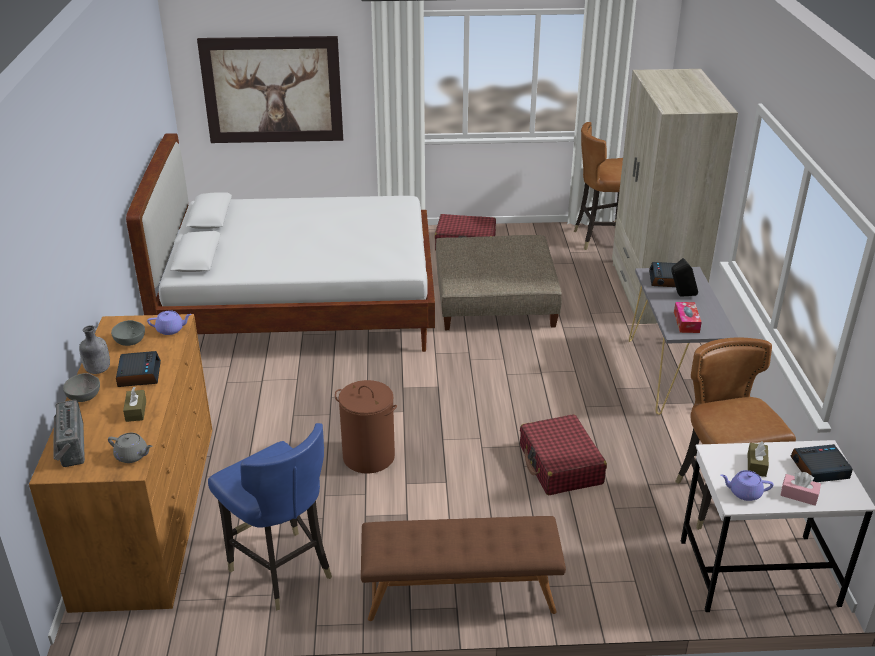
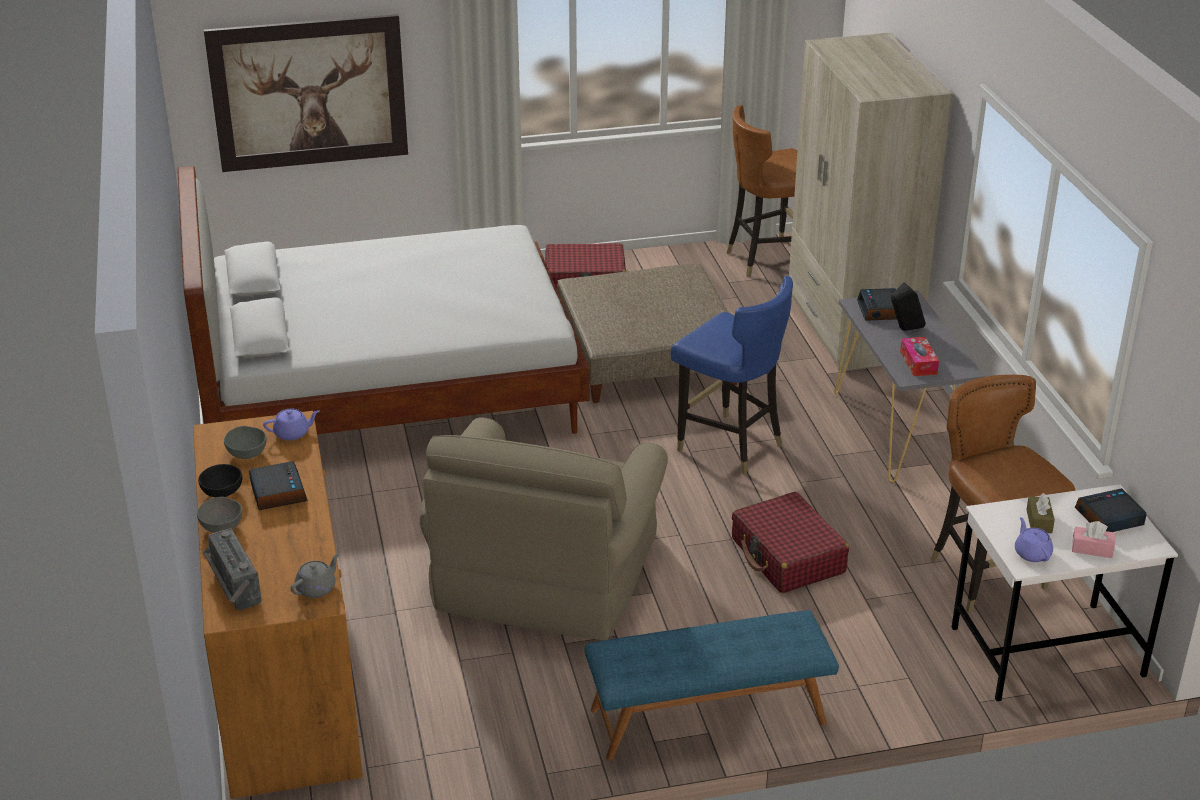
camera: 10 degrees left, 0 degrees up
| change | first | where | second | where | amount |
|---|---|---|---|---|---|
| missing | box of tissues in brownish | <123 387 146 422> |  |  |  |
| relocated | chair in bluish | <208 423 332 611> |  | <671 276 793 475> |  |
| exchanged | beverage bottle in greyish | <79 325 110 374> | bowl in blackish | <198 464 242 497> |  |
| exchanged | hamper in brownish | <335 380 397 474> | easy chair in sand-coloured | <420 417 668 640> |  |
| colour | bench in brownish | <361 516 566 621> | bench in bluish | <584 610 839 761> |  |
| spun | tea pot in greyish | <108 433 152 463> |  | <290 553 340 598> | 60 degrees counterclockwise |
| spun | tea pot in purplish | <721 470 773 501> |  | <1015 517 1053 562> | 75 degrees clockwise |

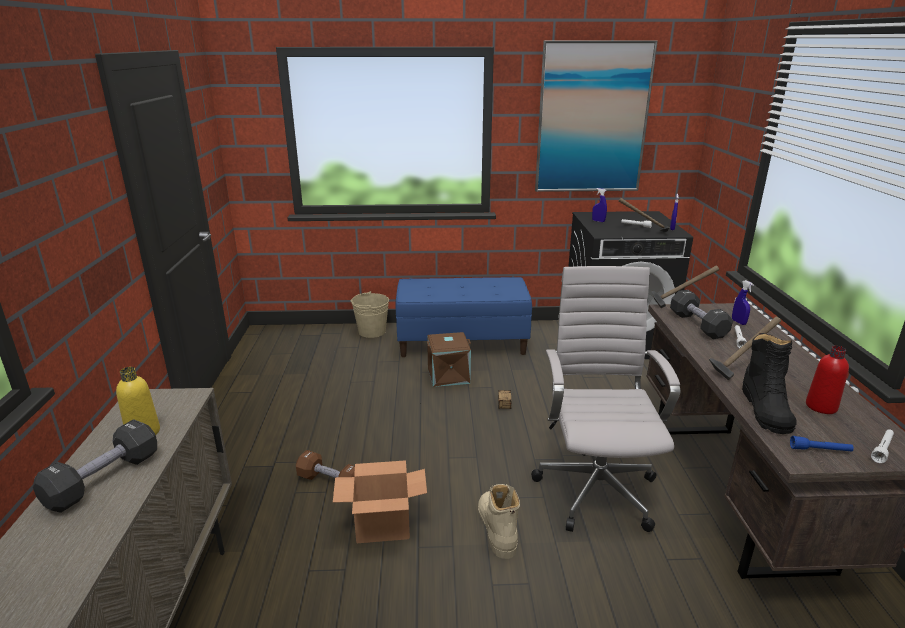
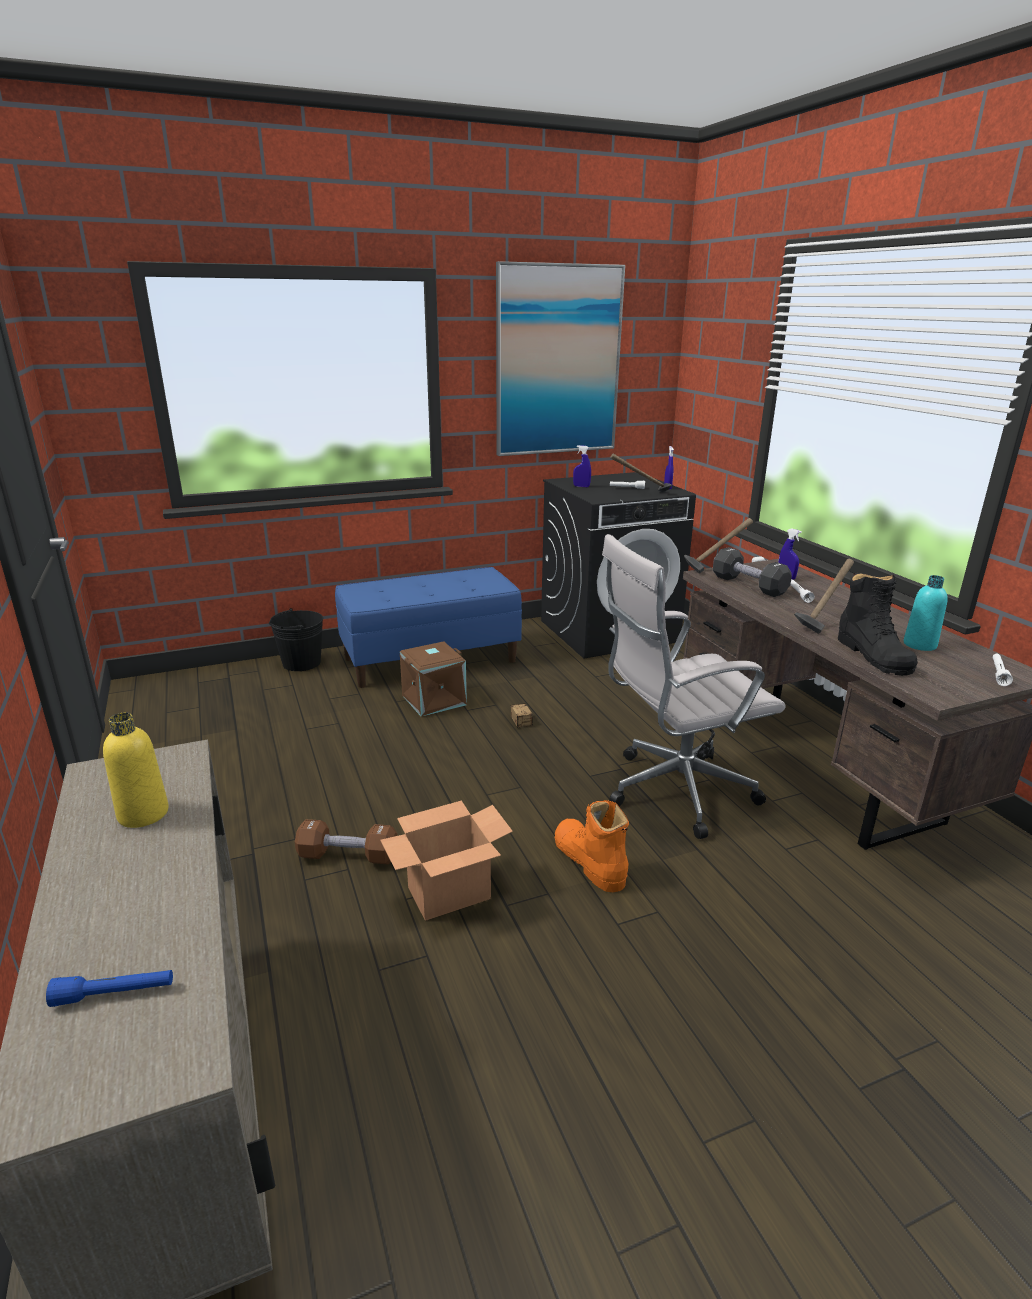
camera: 20 degrees left, 0 degrees up
| change | first | where | second | where | amount |
|---|---|---|---|---|---|
| missing | dumbbell in blackish | <33 419 157 513> |  |  |  |
| relocated | hand torch in bluish | <790 436 854 452> |  | <46 970 173 1007> |  |
| colour | bucket in sand-coloured | <350 291 389 338> | bucket in blackish | <269 608 323 671> |  |
| colour | tall boot in sand-coloured | <478 484 520 559> | tall boot in orange-coloured | <554 800 629 892> |  |
| colour | beverage bottle in red-coloured | <806 346 849 414> | beverage bottle in turquoise | <904 575 948 651> |  |
| spun | computer chair in white-coloured | <531 266 680 532> |  | <602 534 786 839> | 90 degrees counterclockwise |

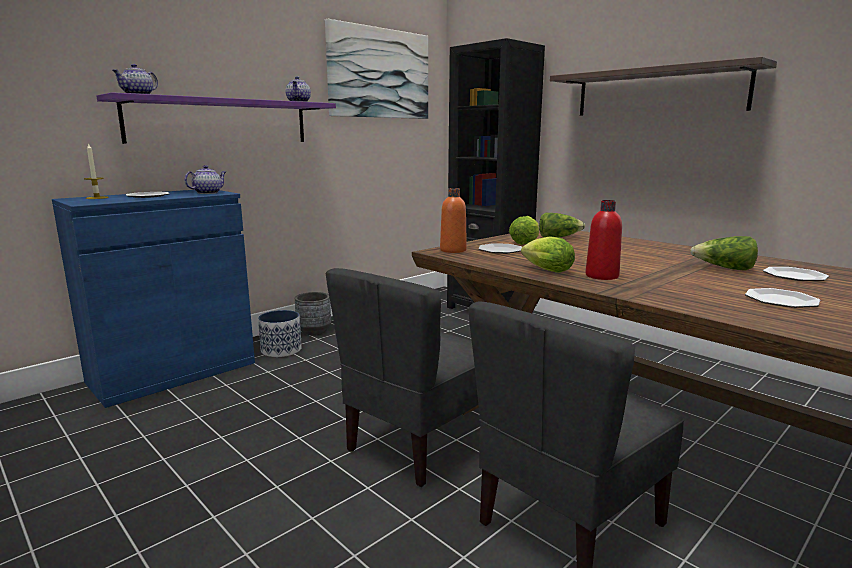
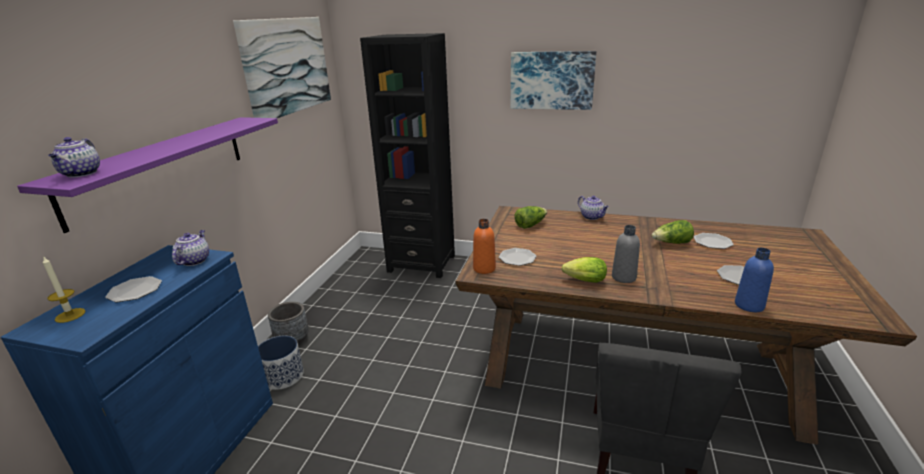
camera: 30 degrees left, 10 degrees up
| change | first | where | second | where | amount |
|---|---|---|---|---|---|
| missing | chair in greyish | <326 268 478 487> |  |  |  |
| missing | lettuce | <509 216 539 245> |  |  |  |
| appeared |  |  | beverage bottle in bluish | <735 248 774 312> |  |
| relocated | tea pot | <285 76 311 102> |  | <578 196 609 220> |  |
| exchanged | wall shelf | <550 57 777 116> | wall picture | <511 51 596 110> |  |
| colour | beverage bottle in red-coloured | <585 200 622 280> | beverage bottle in greyish | <612 225 640 283> |  |

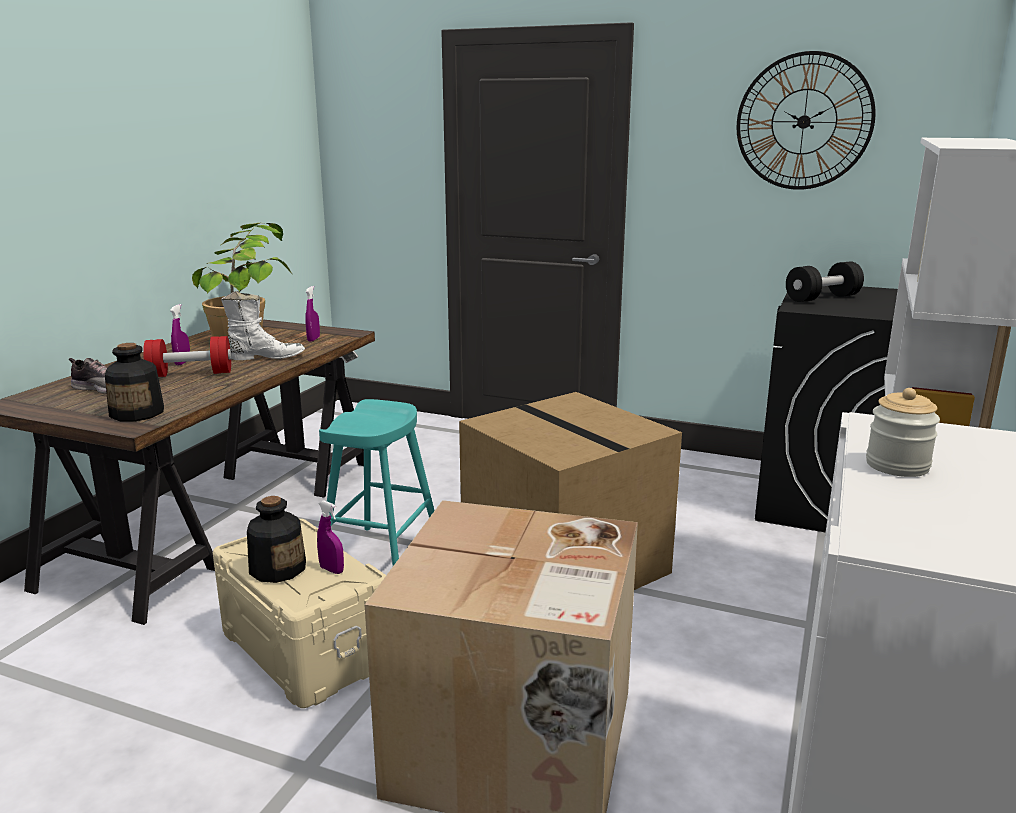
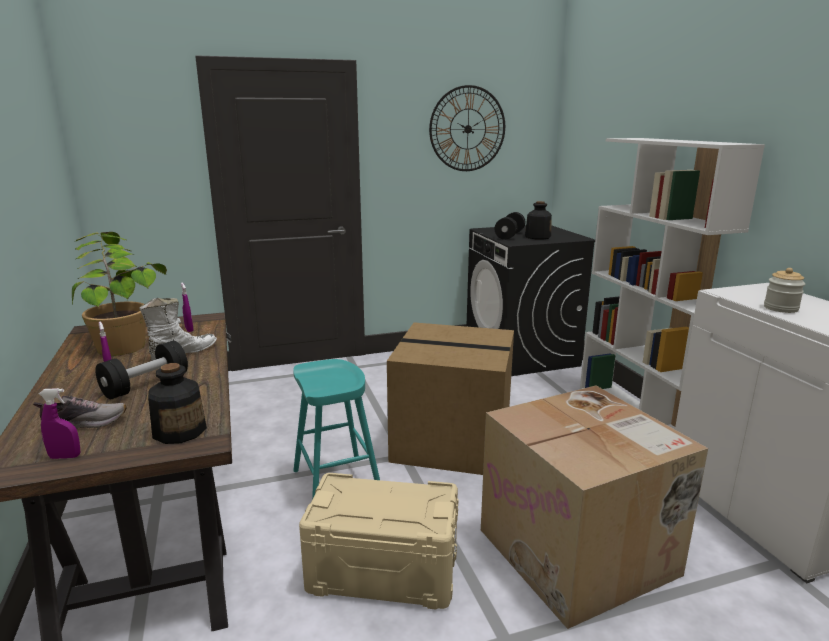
camera: 40 degrees left, 0 degrees up
| change | first | where | second | where | amount |
|---|---|---|---|---|---|
| relocated | beverage bottle | <247 496 306 583> |  | <525 201 552 240> |  |
| relocated | sprayer in purplish | <317 500 344 574> |  | <39 388 80 459> |  |
| colour | dumbbell in red-coloured | <143 336 231 377> | dumbbell in blackish | <95 341 188 399> |  |

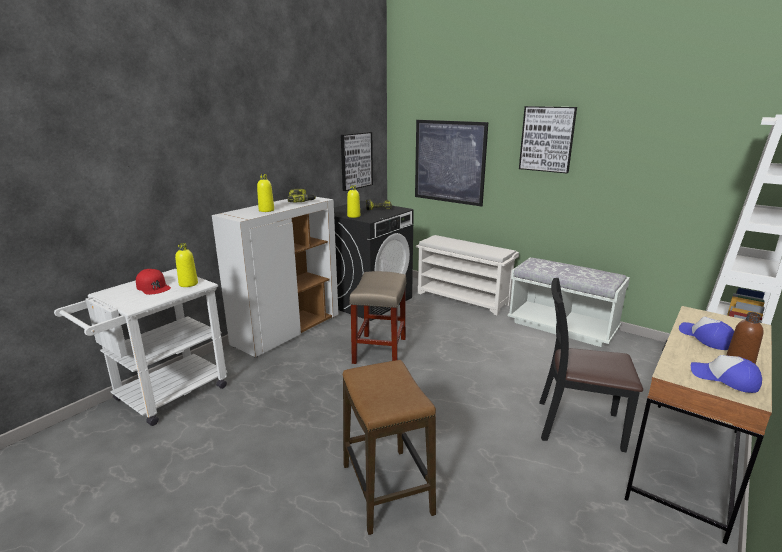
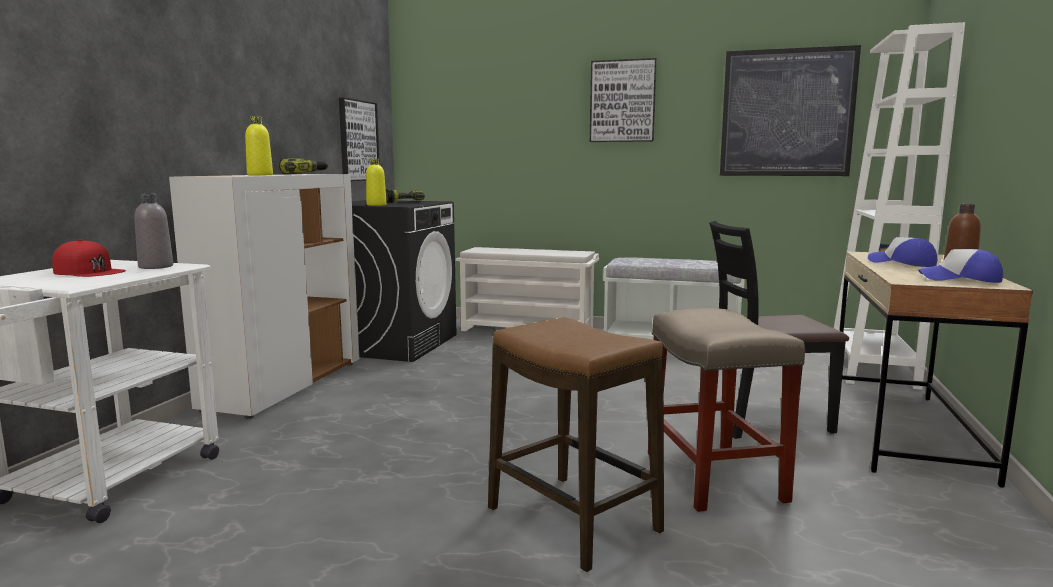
camera: 20 degrees left, 10 degrees down
| change | first | where | second | where | amount |
|---|---|---|---|---|---|
| relocated | stool in sand-coloured | <350 271 407 364> |  | <648 308 805 512> |  |
| relocated | wall picture | <415 120 488 207> |  | <720 45 861 176> |  |
| colour | beverage bottle in yellowish | <175 243 198 287> | beverage bottle in greyish | <134 193 173 269> |  |

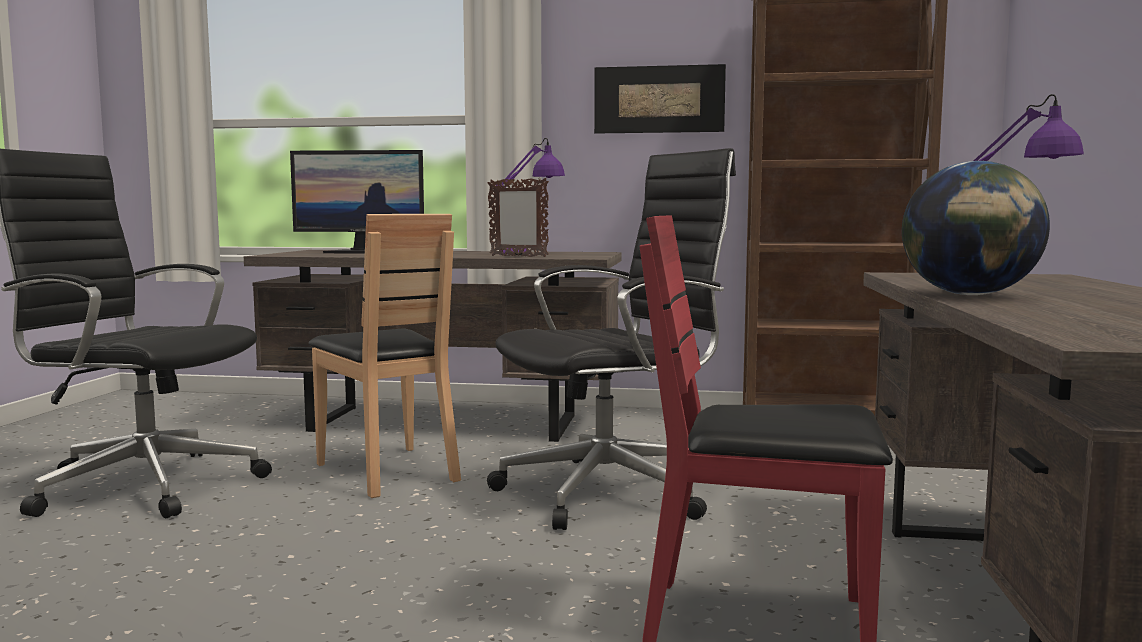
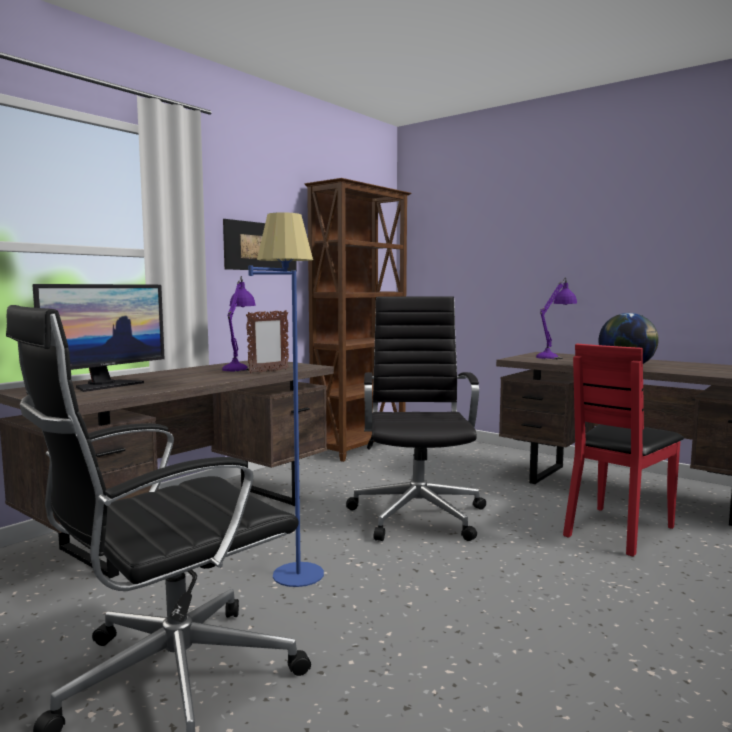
camera: 60 degrees left, 0 degrees up
| change | first | where | second | where | amount |
|---|---|---|---|---|---|
| exchanged | chair in brownish | <308 214 461 498> | standing lamp in bluish | <248 212 324 587> |  |

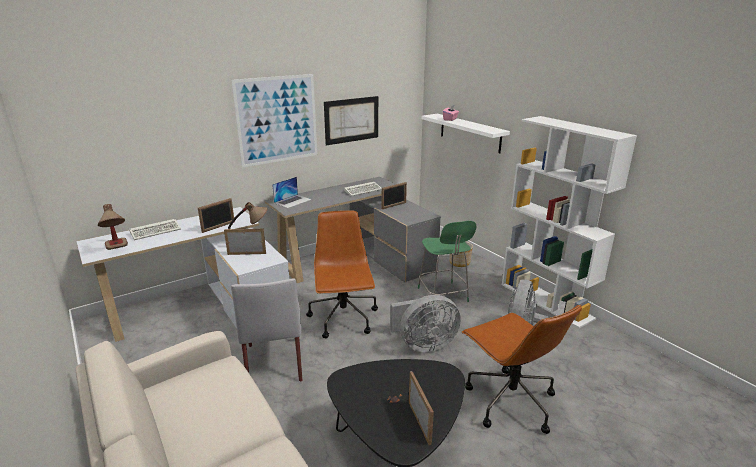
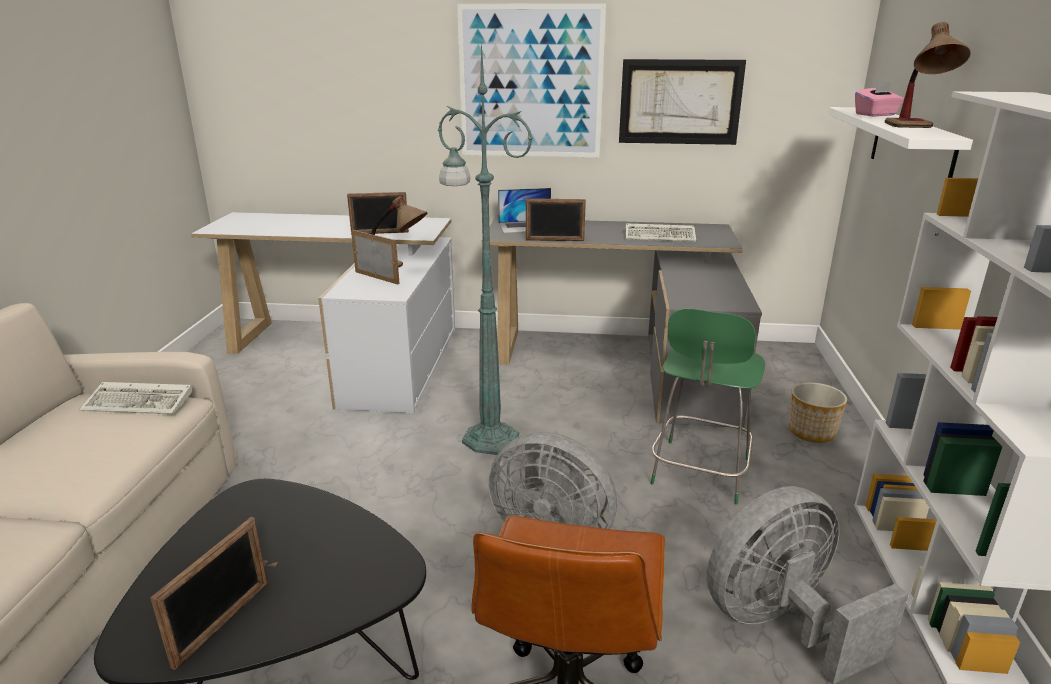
camera: 40 degrees right, 0 degrees up
| change | first | where | second | where | amount |
|---|---|---|---|---|---|
| missing | chair in greyish | <231 278 302 382> |  |  |  |
| relocated | lamp for a table | <98 204 128 250> |  | <885 22 971 128> |  |
| relocated | keyboard | <129 219 181 240> |  | <79 382 192 414> |  |
| relocated | photo frame | <382 182 407 209> |  | <526 198 586 241> |  |
| exchanged | computer chair in brownish | <306 210 378 338> | standing lamp in greenish | <438 40 533 455> |  |

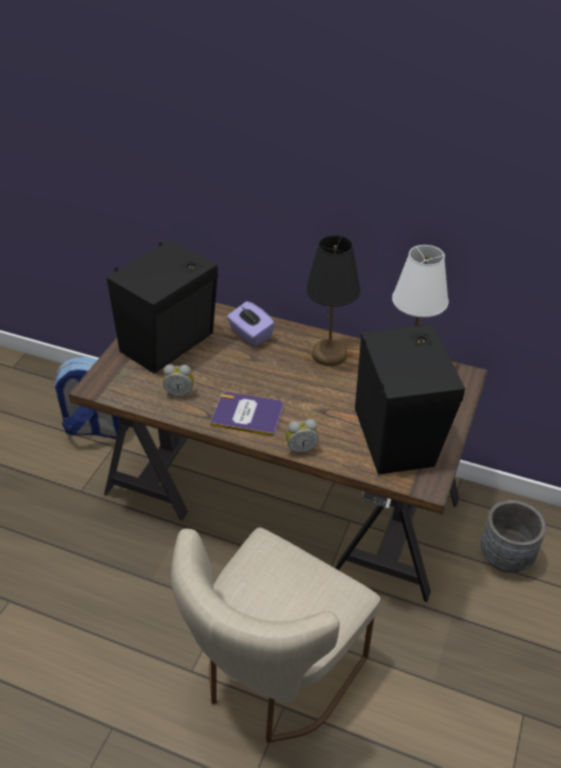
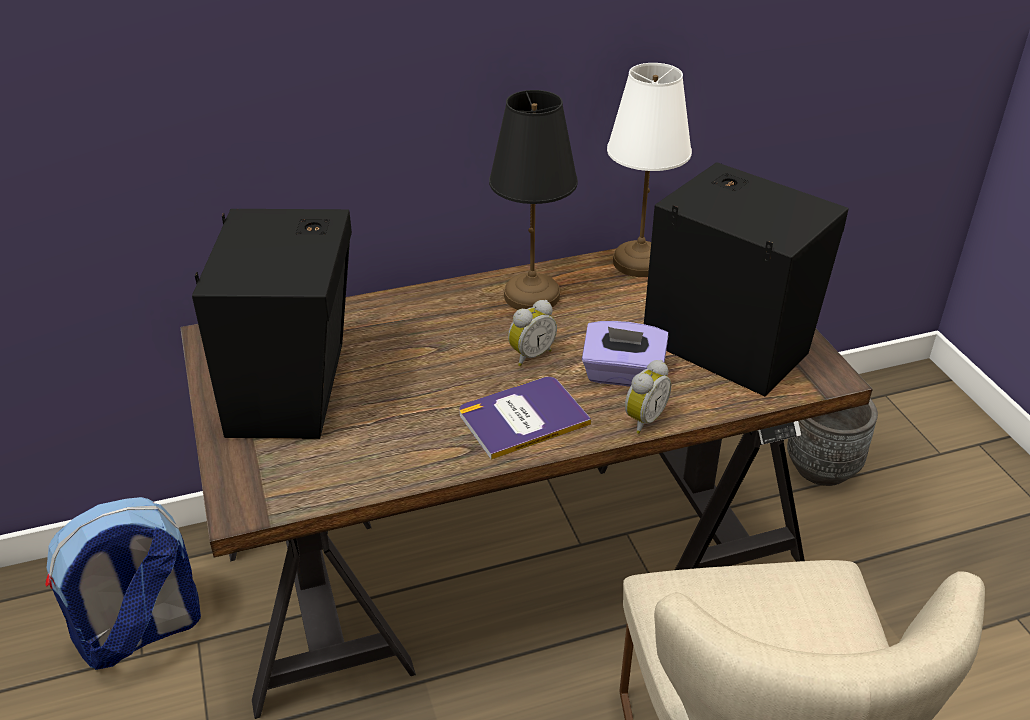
camera: 40 degrees left, 5 degrees down
| change | first | where | second | where | amount |
|---|---|---|---|---|---|
| relocated | table clock | <163 364 194 397> |  | <508 300 557 366> |  |
| relocated | box of tissues in purplish | <227 301 275 347> |  | <582 321 668 387> |  |

